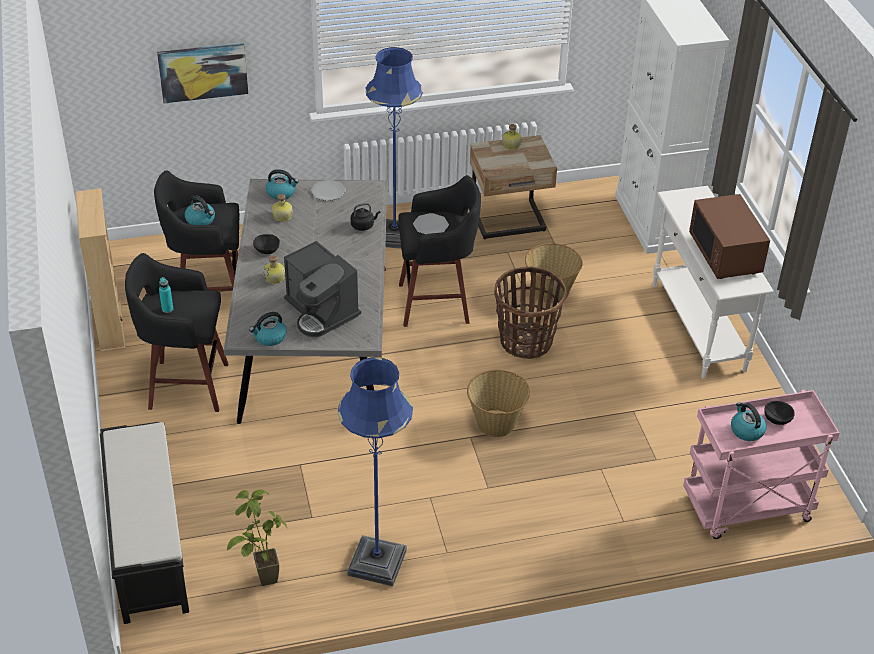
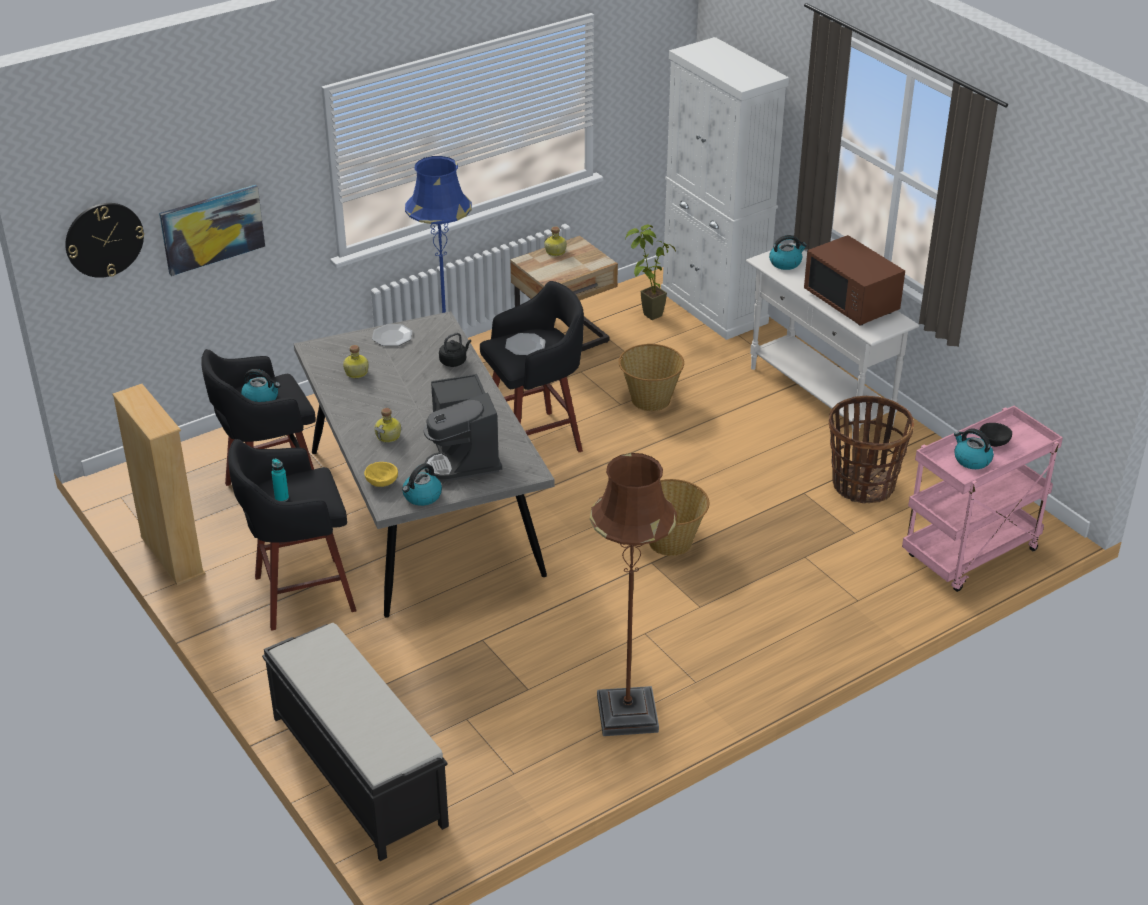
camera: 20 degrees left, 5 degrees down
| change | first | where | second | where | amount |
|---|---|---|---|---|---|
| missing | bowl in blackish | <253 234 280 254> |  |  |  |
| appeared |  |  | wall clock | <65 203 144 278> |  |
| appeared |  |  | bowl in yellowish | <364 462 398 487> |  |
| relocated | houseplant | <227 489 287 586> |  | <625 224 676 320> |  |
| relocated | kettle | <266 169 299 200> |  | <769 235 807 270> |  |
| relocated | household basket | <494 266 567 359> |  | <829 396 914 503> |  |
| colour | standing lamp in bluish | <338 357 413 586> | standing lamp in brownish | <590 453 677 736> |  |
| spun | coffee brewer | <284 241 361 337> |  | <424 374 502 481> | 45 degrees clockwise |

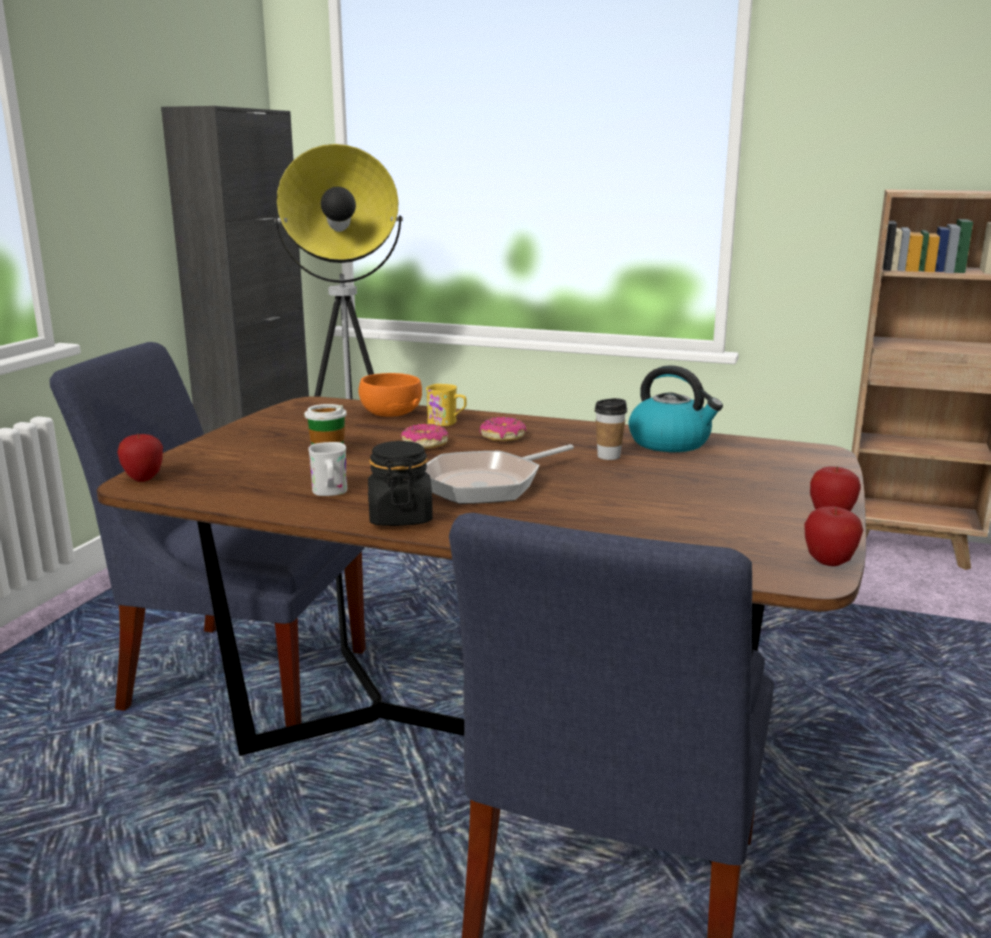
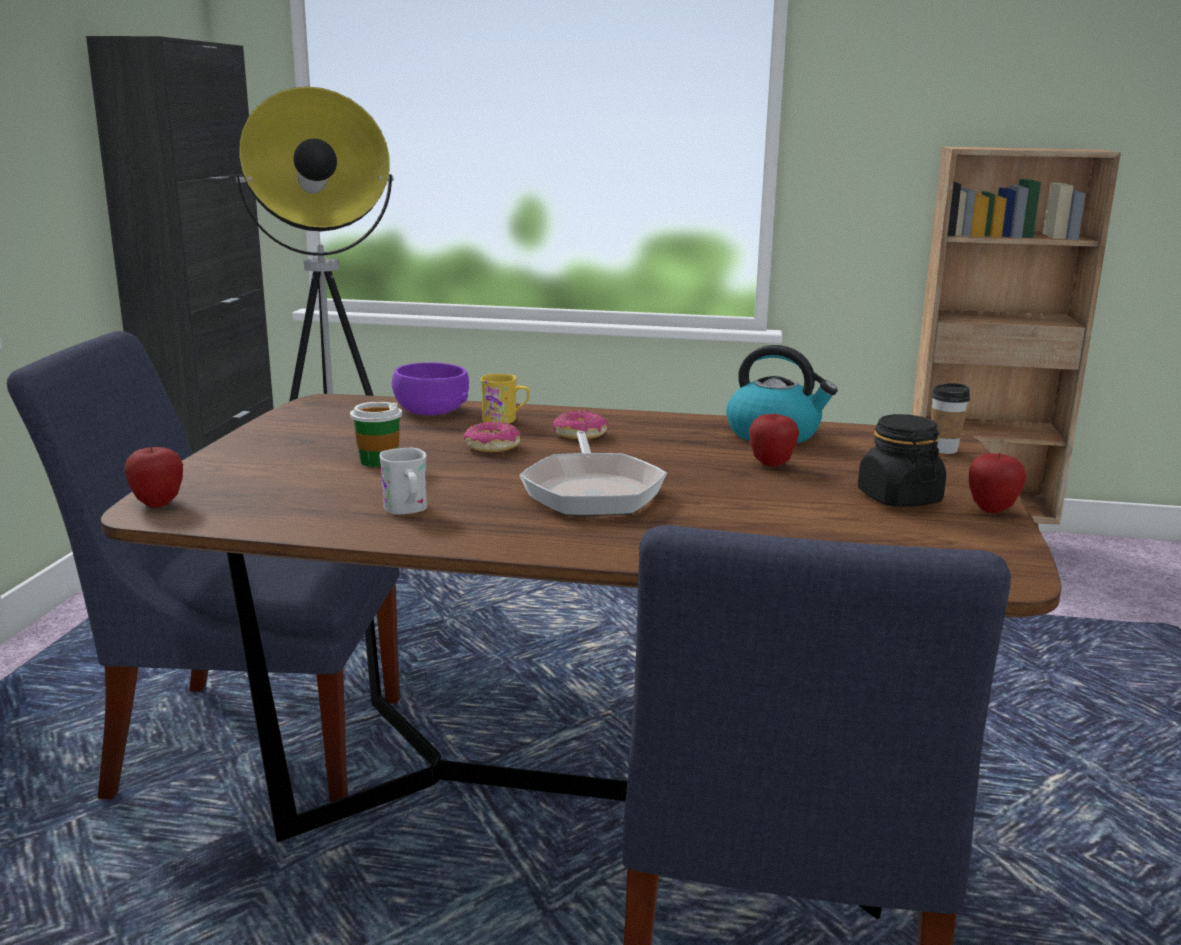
camera: 10 degrees left, 0 degrees up
| change | first | where | second | where | amount |
|---|---|---|---|---|---|
| relocated | jar in blackish | <368 441 433 526> |  | <858 414 946 507> |  |
| relocated | small cup | <595 398 627 460> |  | <931 383 970 454> |  |
| relocated | whole apple | <804 507 863 566> |  | <749 414 799 466> |  |
| colour | bowl in orange-coloured | <358 373 422 417> | bowl in purplish | <392 362 469 415> |  |
| spun | frying pan | <425 444 574 504> |  | <519 431 667 516> | 45 degrees counterclockwise |

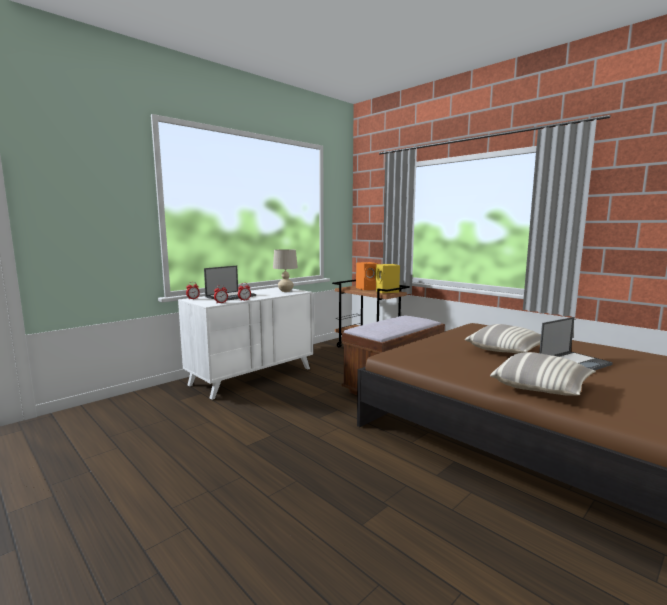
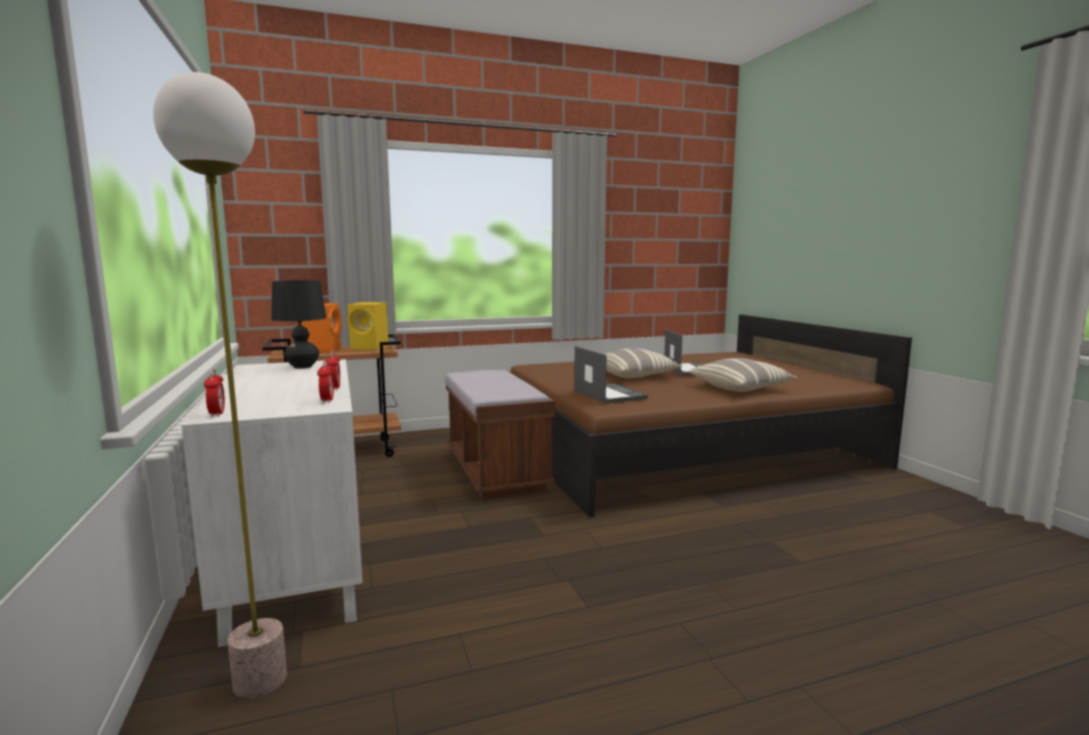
camera: 65 degrees left, 0 degrees up
| change | first | where | second | where | amount |
|---|---|---|---|---|---|
| appeared |  |  | standing lamp | <153 72 287 698> |  |
| relocated | notebook computer | <204 266 256 301> |  | <574 346 648 403> |  |
| colour | lamp for a table in sand-coloured | <273 249 298 292> | lamp for a table in blackish | <271 280 326 369> |  |

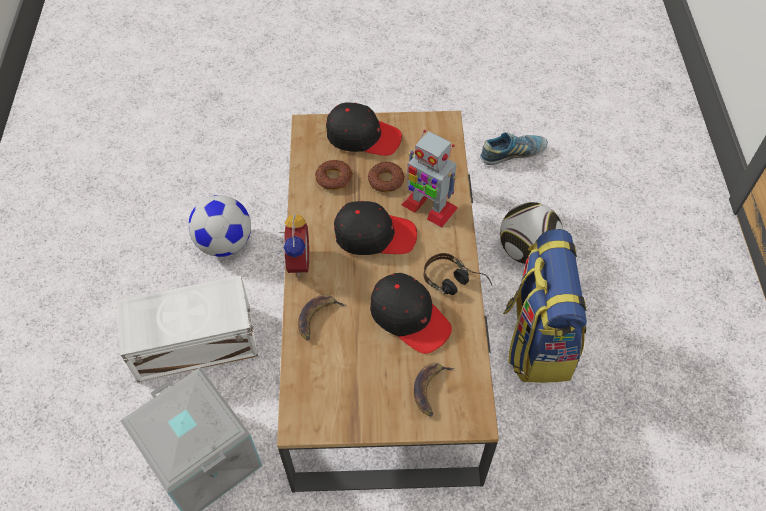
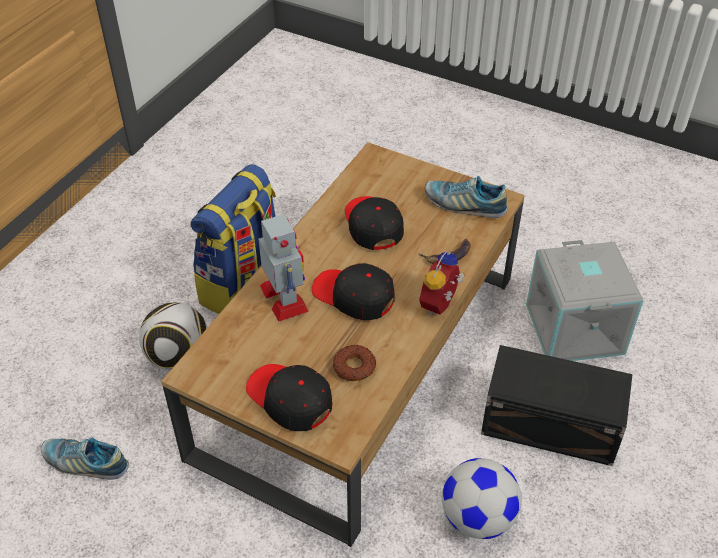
camera: 150 degrees left, 10 degrees down
| change | first | where | second | where | amount |
|---|---|---|---|---|---|
| missing | doughnut | <368 162 405 192> |  |  |  |
| missing | banana fruit | <414 363 454 416> |  |  |  |
| missing | headset | <424 253 492 295> |  |  |  |
| appeared |  |  | item of footwear | <425 176 507 218> |  |
| colour | storage container in white-coloured | <117 275 258 383> | storage container in blackish | <481 345 633 466> |  |

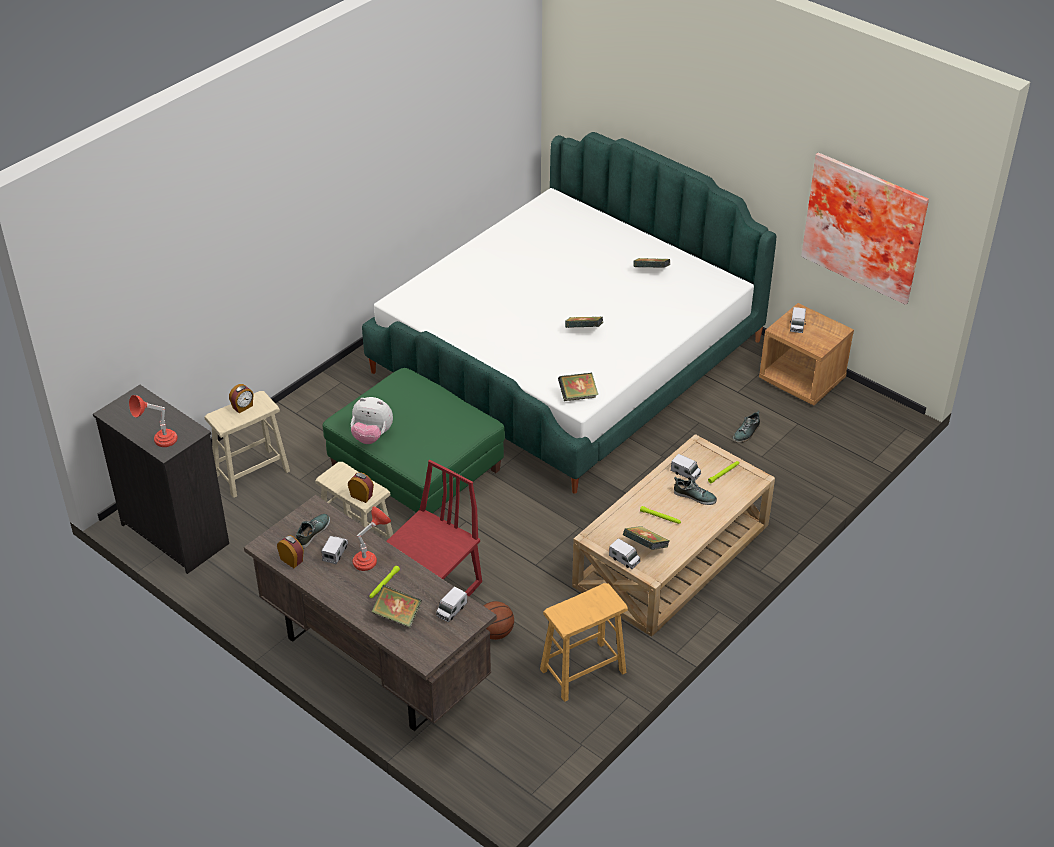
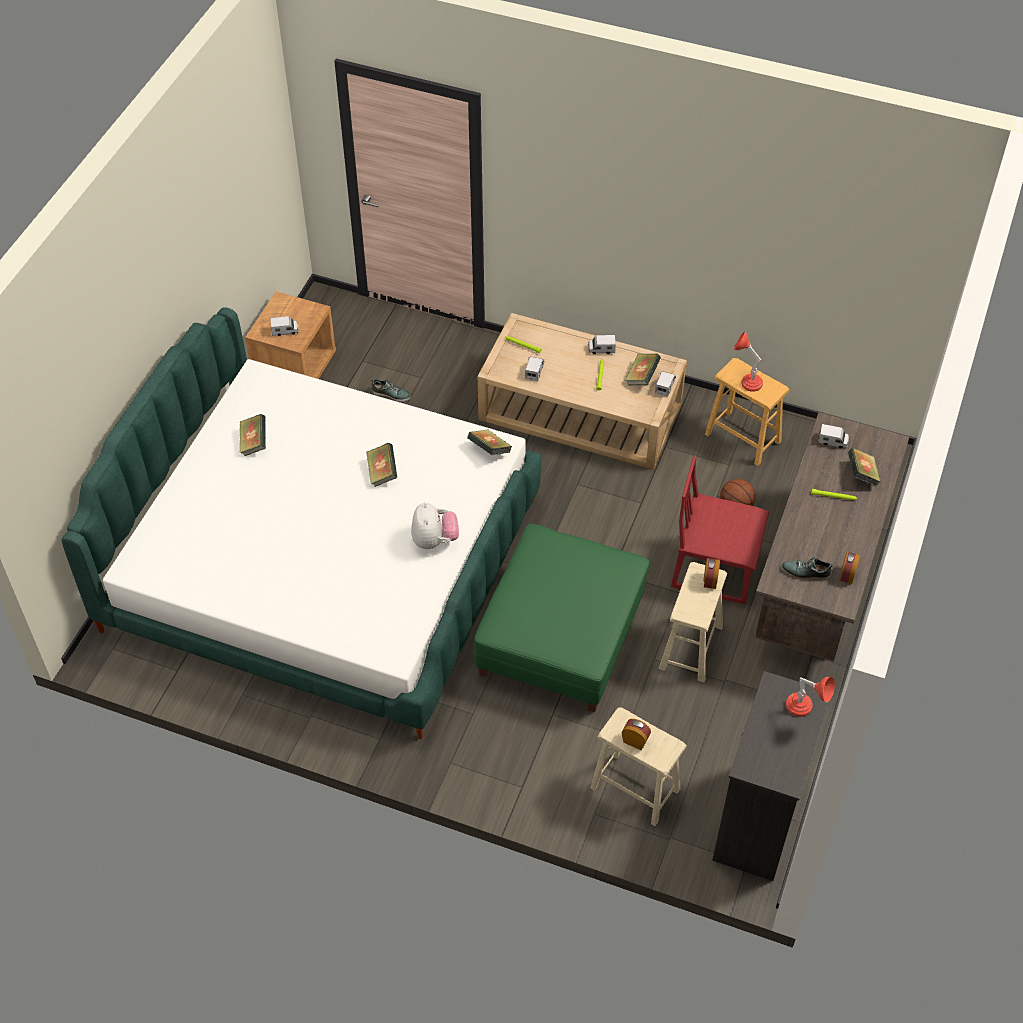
camera: 110 degrees left, 10 degrees up
| change | first | where | second | where | amount |
|---|---|---|---|---|---|
| missing | item of footwear | <674 477 717 505> |  |  |  |
| missing | wall picture | <801 152 929 305> |  |  |  |
| relocated | toy truck | <321 536 348 564> |  | <588 335 616 354> |  |
| relocated | plush toy | <351 397 393 444> |  | <411 502 459 549> |  |
| relocated | lamp for a table in red-coloured | <353 506 391 571> |  | <734 331 763 392> |  |

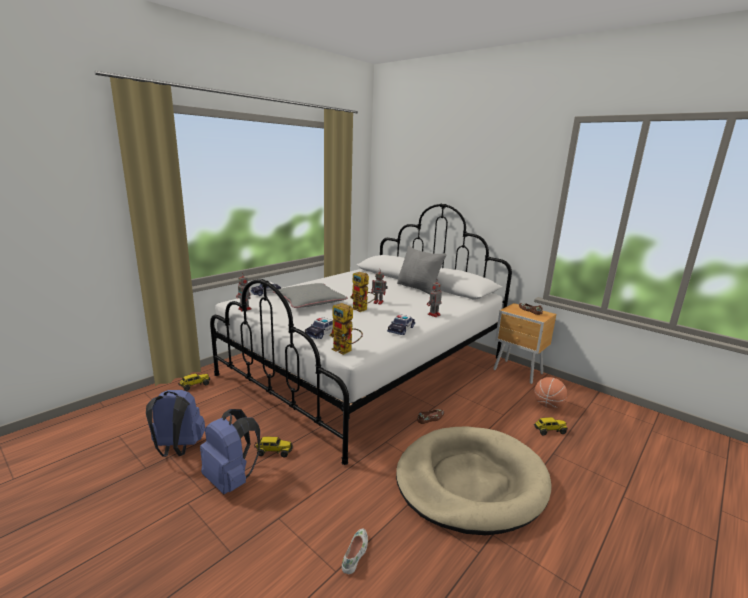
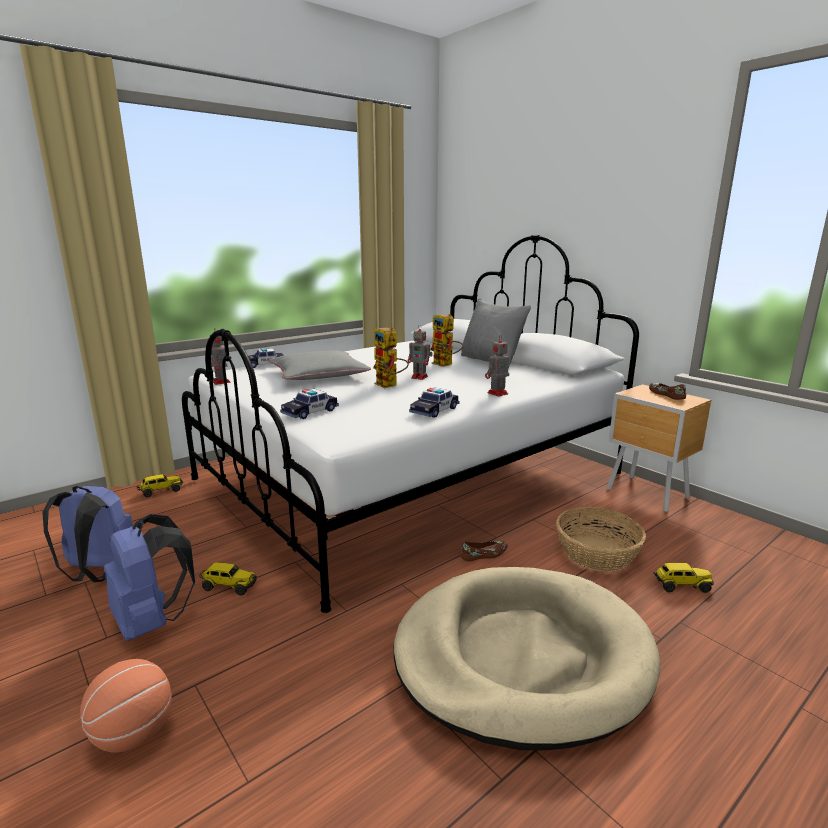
camera: 10 degrees right, 0 degrees up
| change | first | where | second | where | amount |
|---|---|---|---|---|---|
| missing | item of footwear in white-coloured | <342 529 368 574> |  |  |  |
| appeared |  |  | household basket | <556 507 646 572> |  |
| relocated | model robot | <330 303 363 355> |  | <430 313 463 367> |  |
| relocated | basketball | <534 377 567 408> |  | <80 659 172 753> |  |

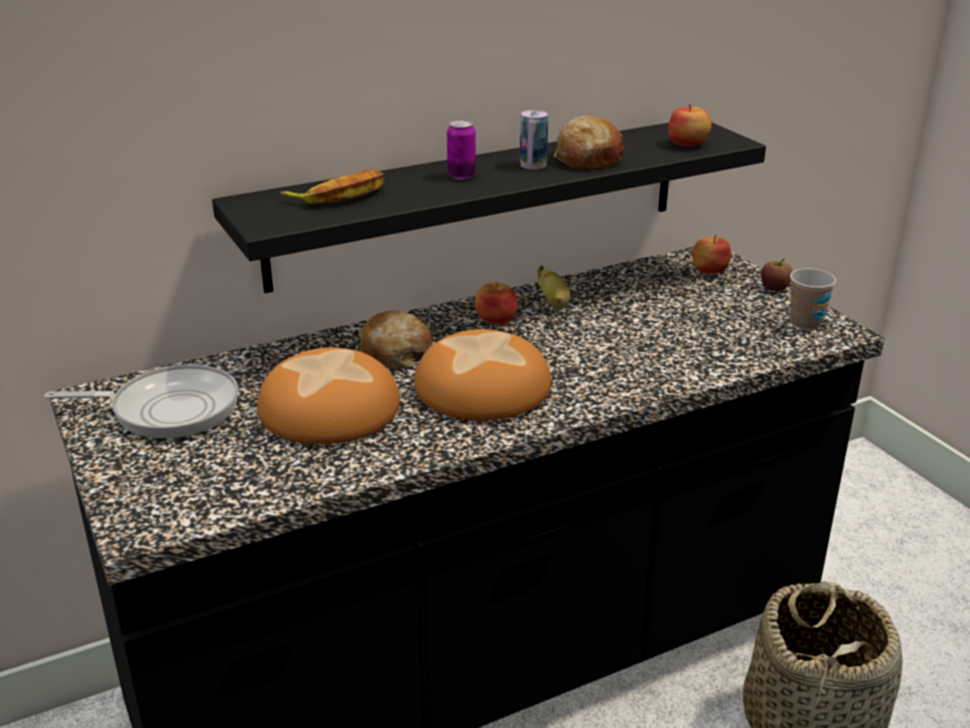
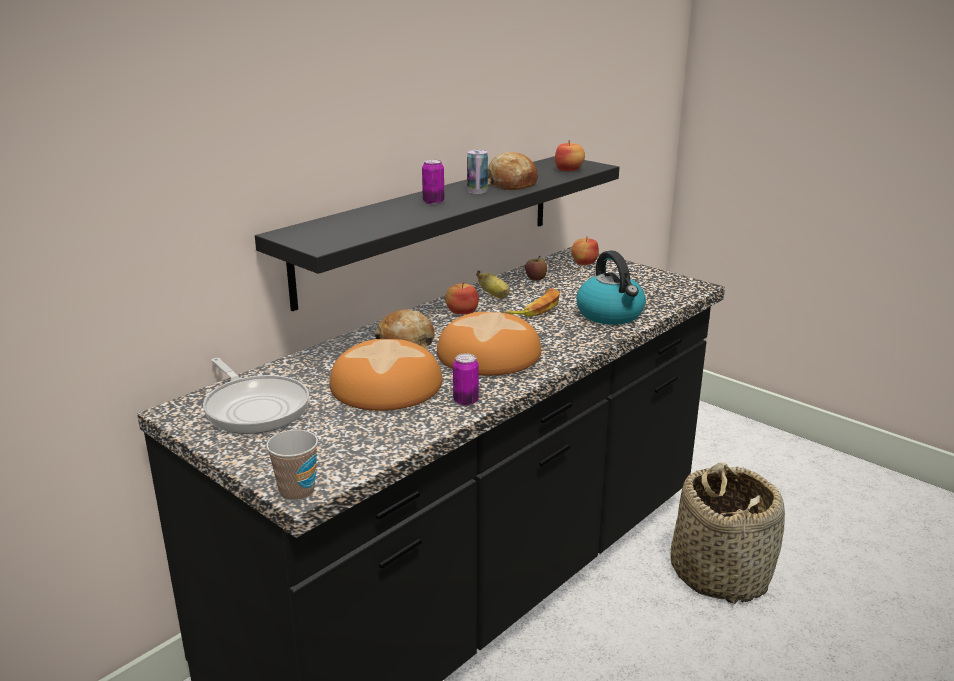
camera: 20 degrees left, 5 degrees down
| change | first | where | second | where | amount |
|---|---|---|---|---|---|
| appeared |  |  | sealed can | <453 353 479 406> |  |
| appeared |  |  | kettle | <576 250 646 325> |  |
| relocated | banana fruit | <280 169 385 204> |  | <504 288 560 317> |  |
| relocated | whole apple | <761 258 793 291> |  | <525 256 547 281> |  |
| relocated | small cup | <790 268 836 330> |  | <266 429 318 501> |  |
| spun | frying pan | <44 365 239 439> |  | <203 358 309 434> | 75 degrees clockwise |

